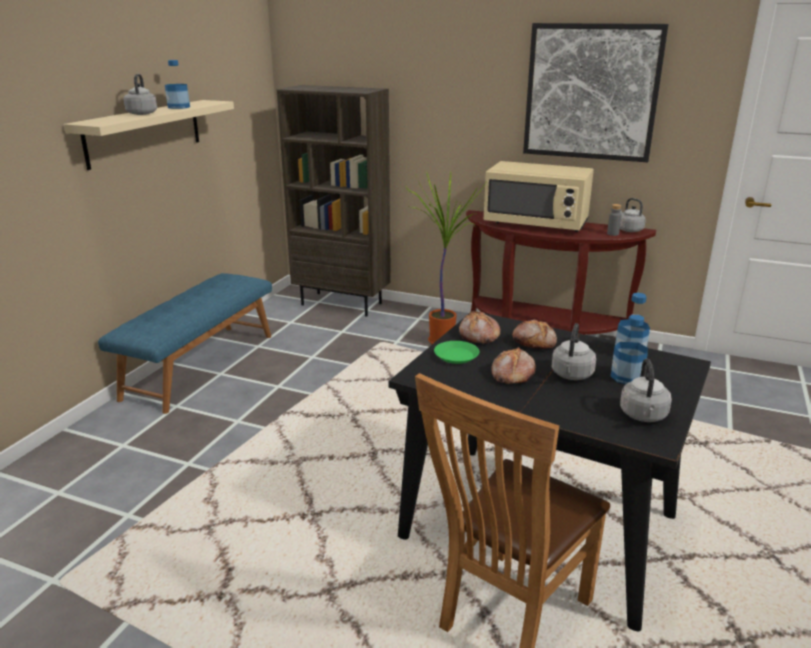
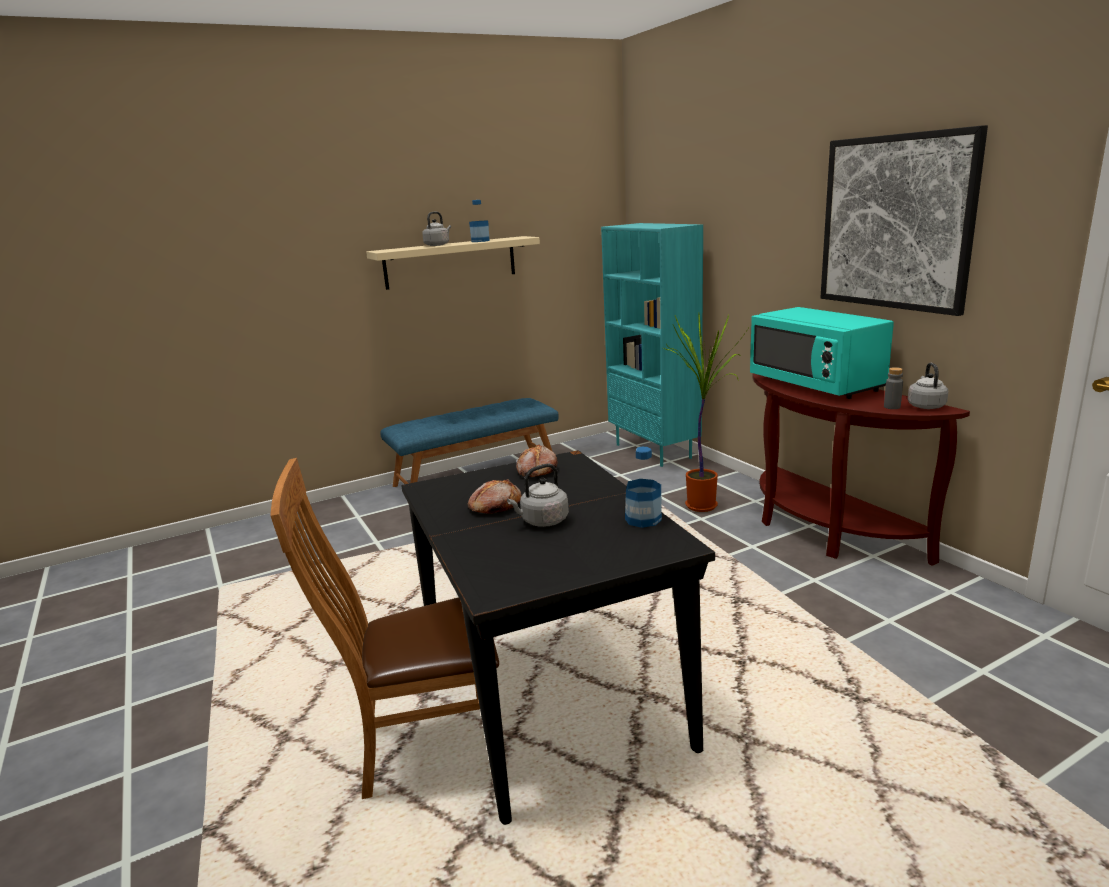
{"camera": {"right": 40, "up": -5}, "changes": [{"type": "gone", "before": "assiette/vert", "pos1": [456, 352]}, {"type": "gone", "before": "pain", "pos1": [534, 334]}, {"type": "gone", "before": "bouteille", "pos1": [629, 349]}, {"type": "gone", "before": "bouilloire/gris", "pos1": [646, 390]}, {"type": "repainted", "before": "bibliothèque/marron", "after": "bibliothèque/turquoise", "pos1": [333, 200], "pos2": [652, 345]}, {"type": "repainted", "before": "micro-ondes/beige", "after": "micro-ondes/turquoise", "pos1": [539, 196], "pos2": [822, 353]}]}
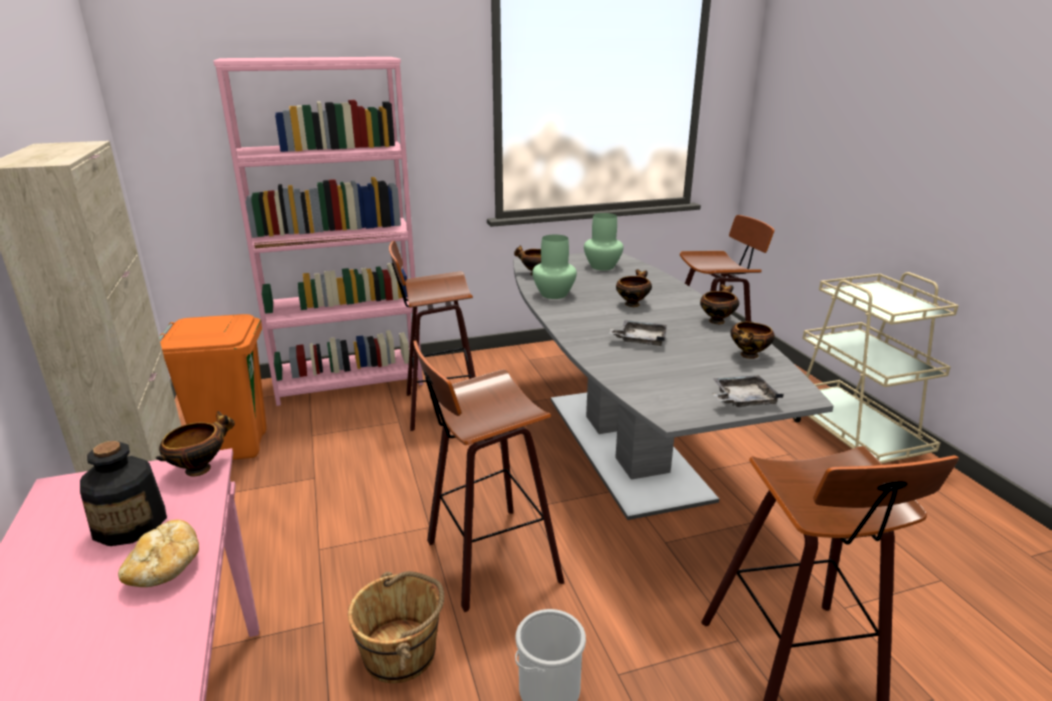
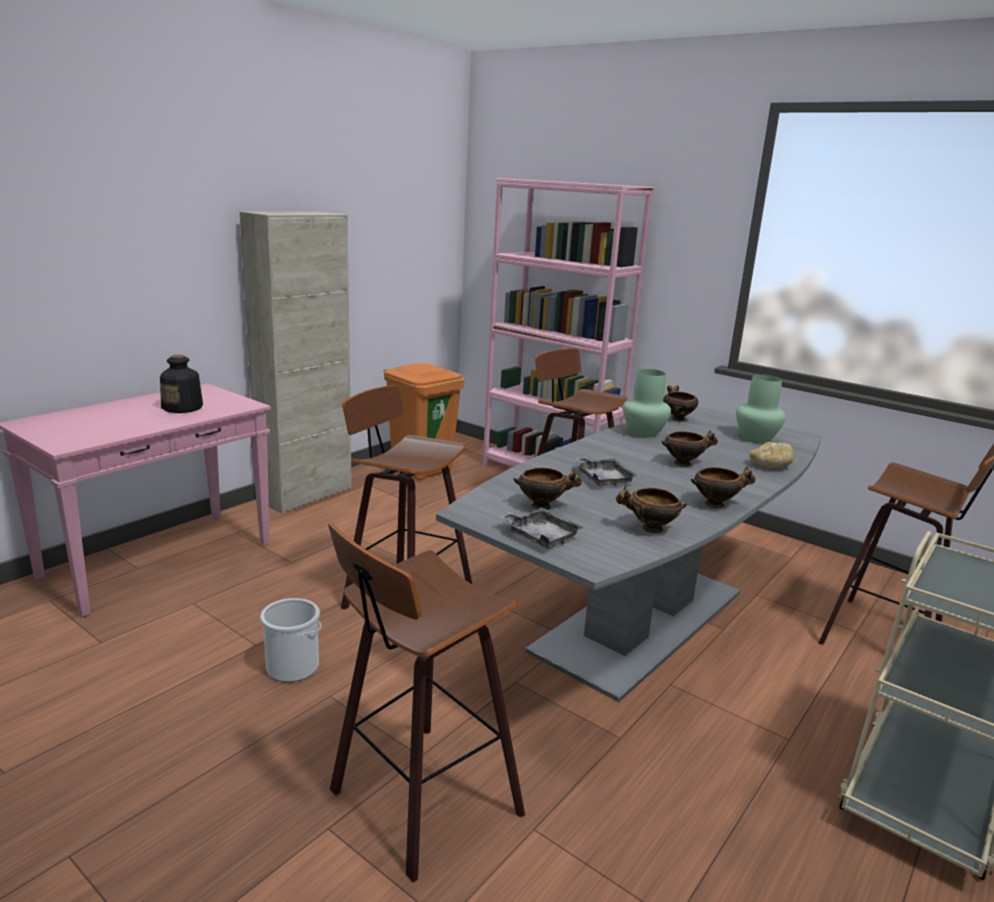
{"camera": {"right": 55, "up": -5}, "changes": [{"type": "gone", "before": "seau/marron", "pos1": [396, 627]}, {"type": "shifted", "before": "pain", "pos1": [158, 553], "pos2": [771, 455]}, {"type": "shifted", "before": "bol", "pos1": [195, 444], "pos2": [548, 489]}]}
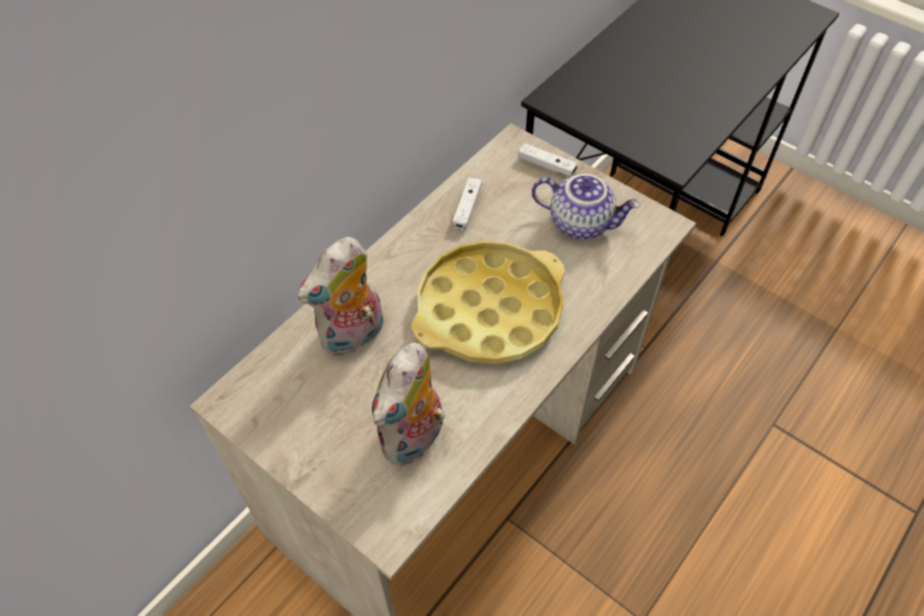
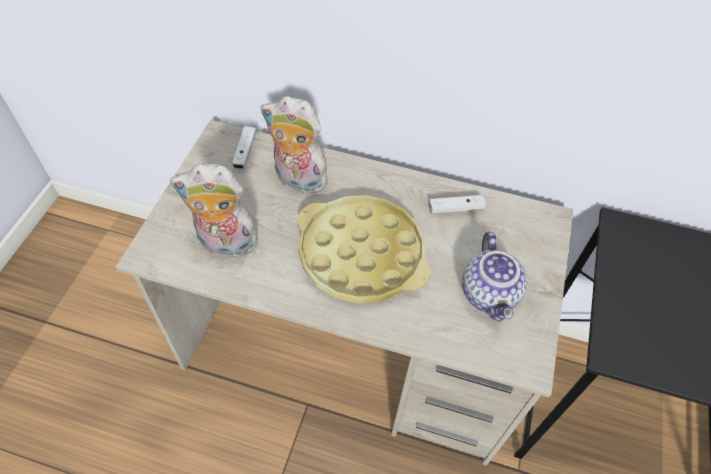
{"camera": {"right": 65, "up": 0}, "changes": [{"type": "shifted", "before": "manette/blanc", "pos1": [547, 160], "pos2": [244, 147]}]}
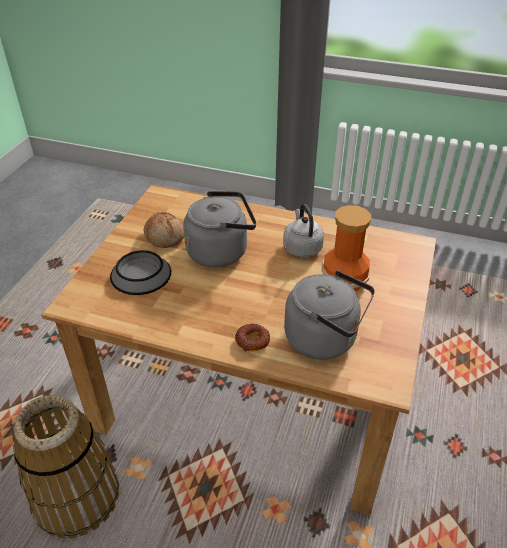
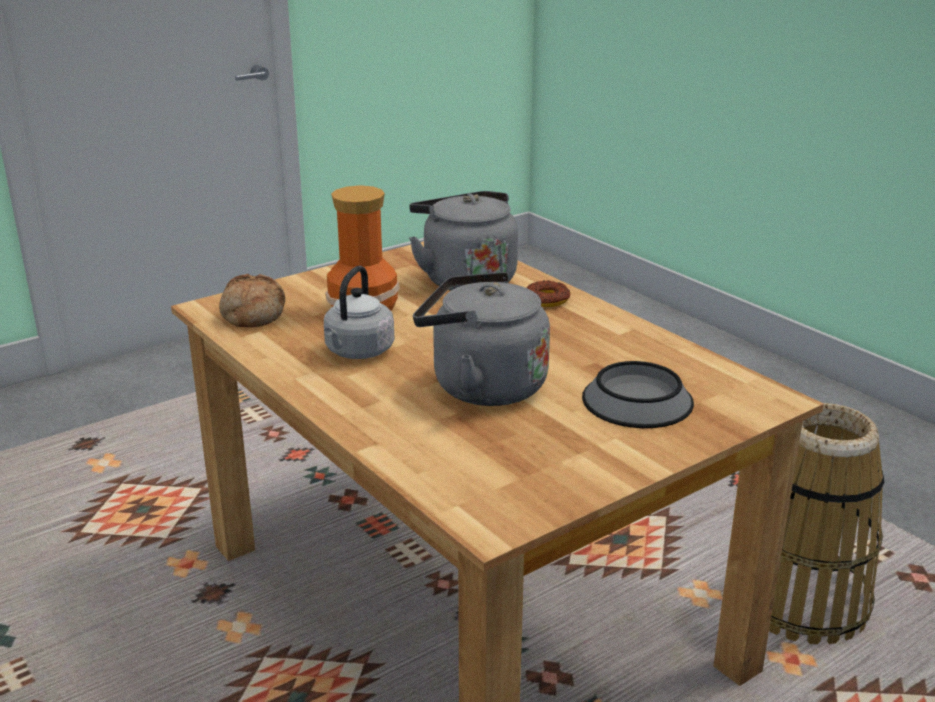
{"camera": {"right": -145, "up": -15}, "changes": [{"type": "shifted", "before": "pain", "pos1": [164, 230], "pos2": [252, 301]}]}
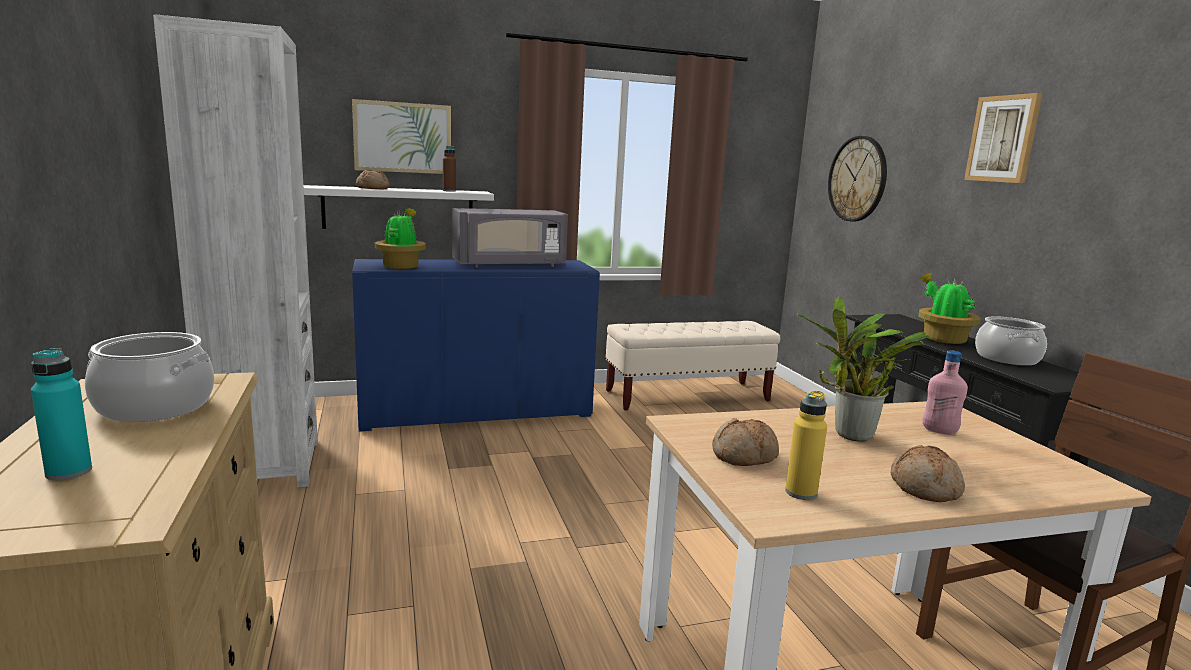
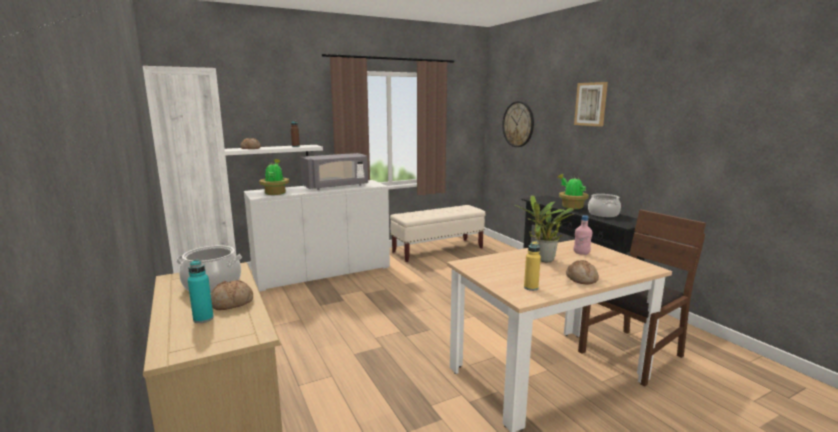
{"camera": {"right": -10, "up": 0}, "changes": [{"type": "gone", "before": "tableau", "pos1": [401, 136]}, {"type": "shifted", "before": "pain", "pos1": [745, 442], "pos2": [232, 295]}, {"type": "repainted", "before": "meuble de rangement/bleu", "after": "meuble de rangement/blanc", "pos1": [476, 345], "pos2": [317, 236]}]}
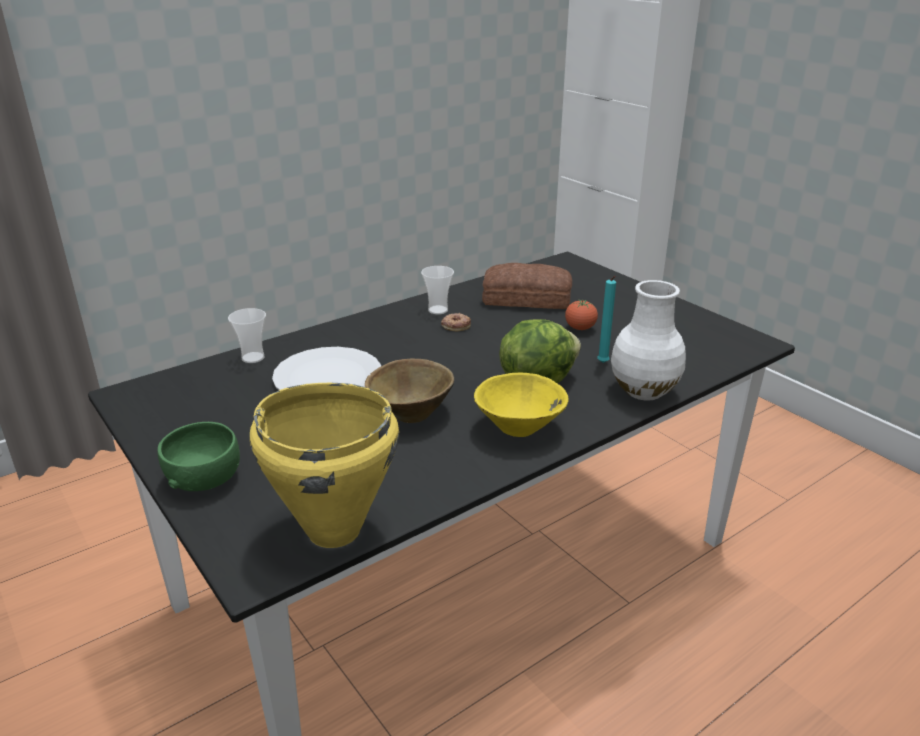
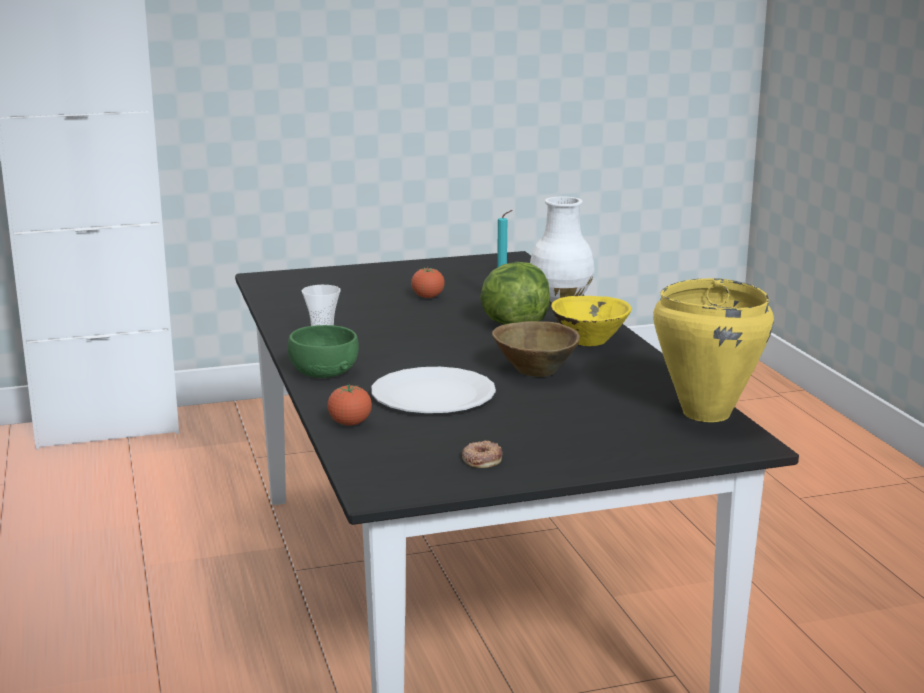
{"camera": {"right": -70, "up": -10}, "changes": [{"type": "gone", "before": "pain", "pos1": [527, 286]}, {"type": "shifted", "before": "bol/vert", "pos1": [198, 456], "pos2": [323, 351]}, {"type": "shifted", "before": "beignet", "pos1": [456, 322], "pos2": [482, 454]}, {"type": "swapped", "before": "tasse", "after": "tomate", "pos1": [247, 335], "pos2": [349, 405]}]}
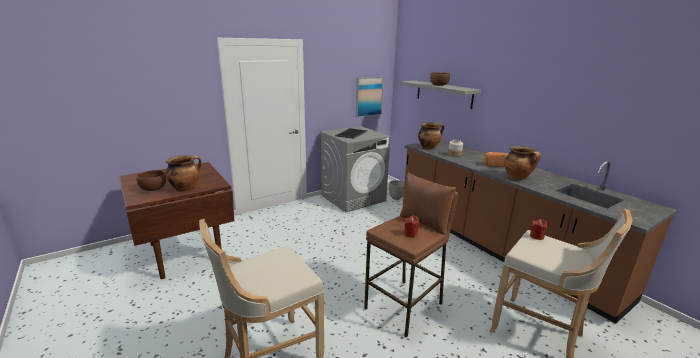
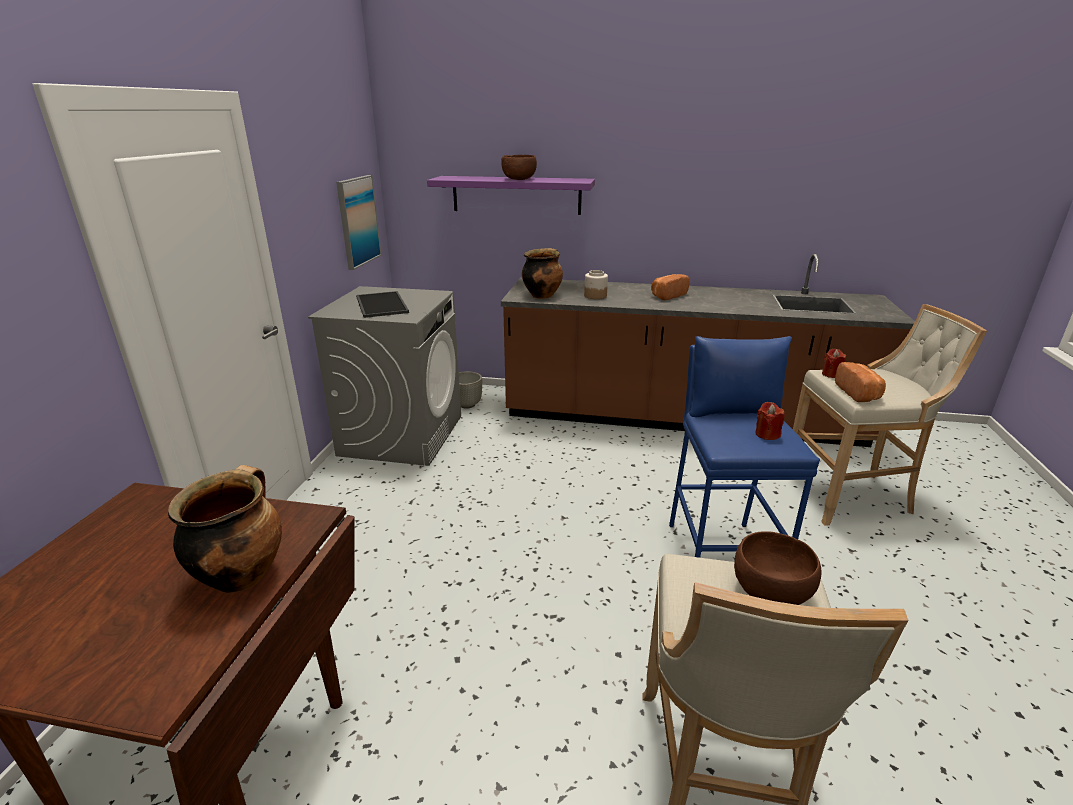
{"camera": {"right": -45, "up": 5}, "changes": [{"type": "gone", "before": "marmite", "pos1": [522, 163]}, {"type": "new", "after": "pain", "pos2": [860, 382]}, {"type": "shifted", "before": "bol/marron", "pos1": [151, 180], "pos2": [777, 568]}, {"type": "repainted", "before": "tabouret/marron", "after": "tabouret/bleu", "pos1": [411, 255], "pos2": [744, 447]}, {"type": "repainted", "before": "étagère/gris", "after": "étagère/violet", "pos1": [440, 94], "pos2": [511, 195]}]}
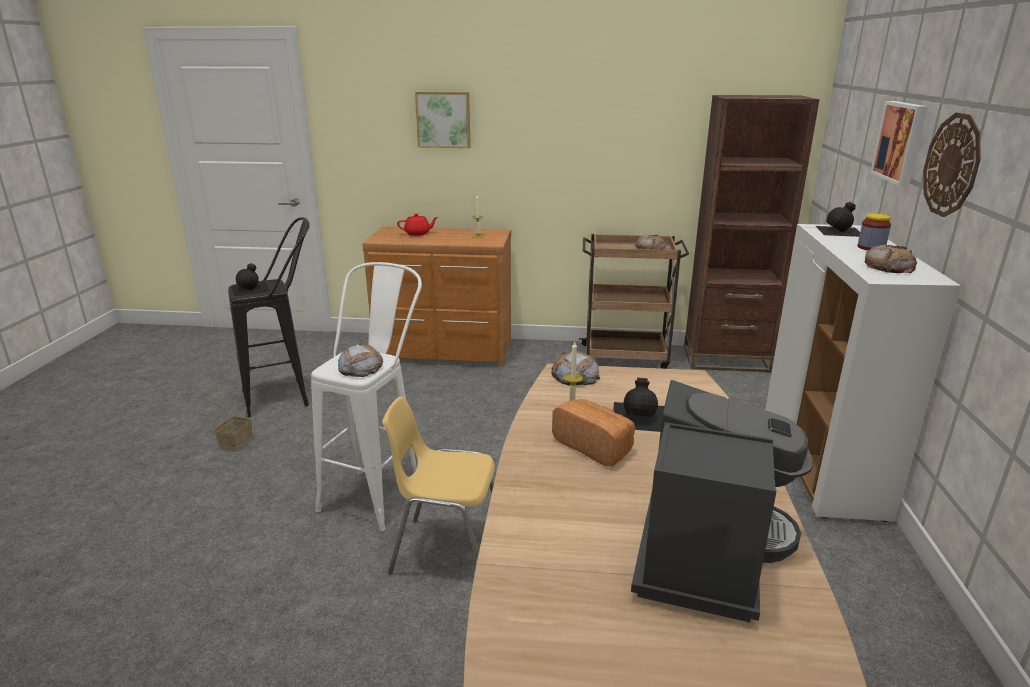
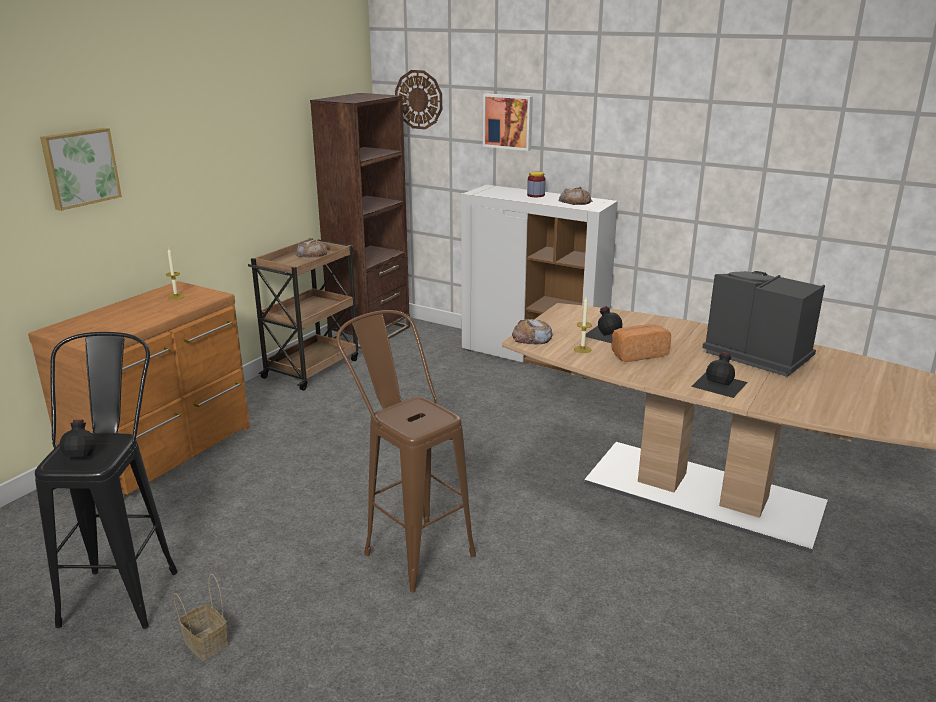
{"camera": {"right": -65, "up": 0}, "changes": [{"type": "gone", "before": "pain", "pos1": [361, 360]}, {"type": "gone", "before": "chaise/jaune", "pos1": [438, 485]}, {"type": "gone", "before": "théière/rouge", "pos1": [417, 225]}, {"type": "shifted", "before": "bouteille/noir", "pos1": [838, 219], "pos2": [719, 375]}, {"type": "shifted", "before": "horloge murale", "pos1": [952, 165], "pos2": [418, 99]}, {"type": "repainted", "before": "tabouret/blanc", "after": "tabouret/marron", "pos1": [366, 396], "pos2": [406, 451]}]}
